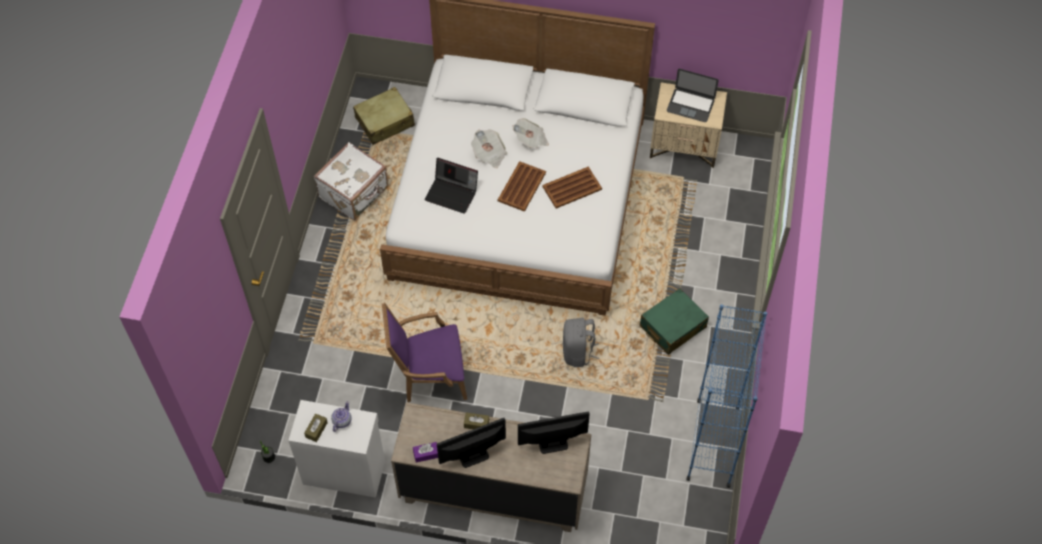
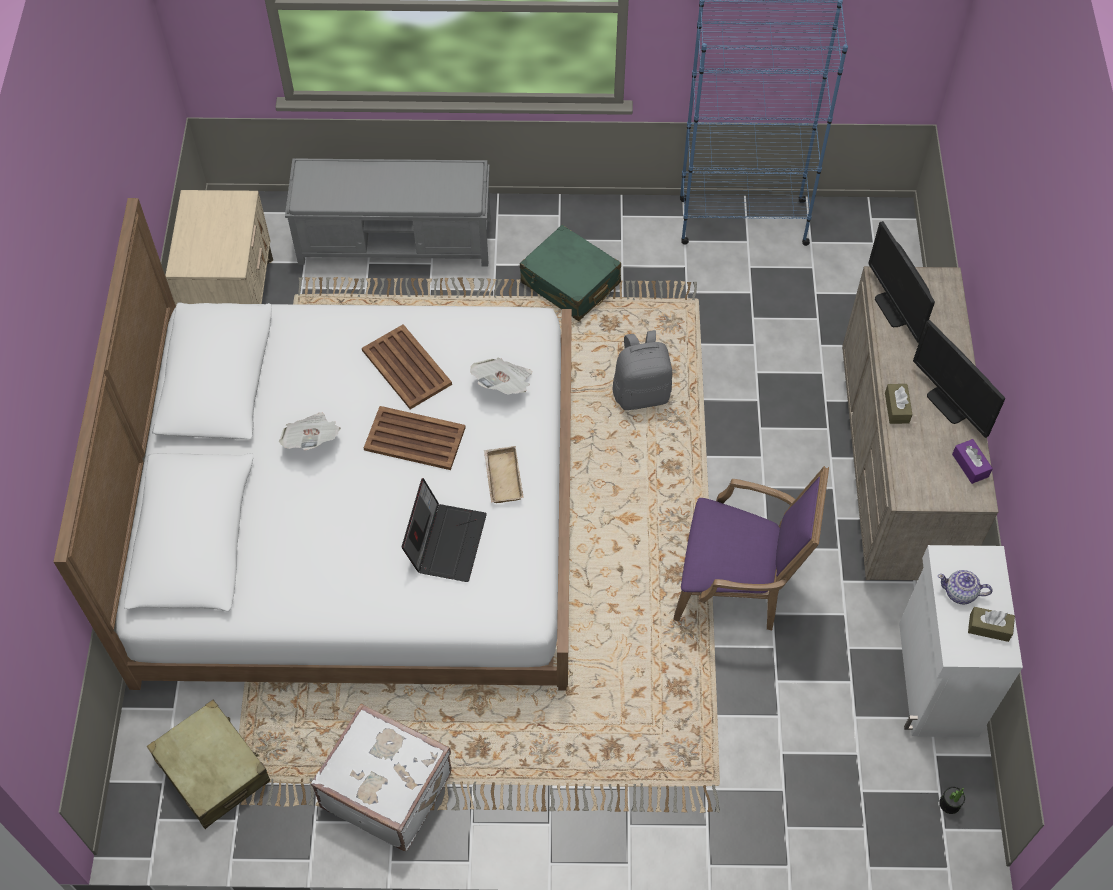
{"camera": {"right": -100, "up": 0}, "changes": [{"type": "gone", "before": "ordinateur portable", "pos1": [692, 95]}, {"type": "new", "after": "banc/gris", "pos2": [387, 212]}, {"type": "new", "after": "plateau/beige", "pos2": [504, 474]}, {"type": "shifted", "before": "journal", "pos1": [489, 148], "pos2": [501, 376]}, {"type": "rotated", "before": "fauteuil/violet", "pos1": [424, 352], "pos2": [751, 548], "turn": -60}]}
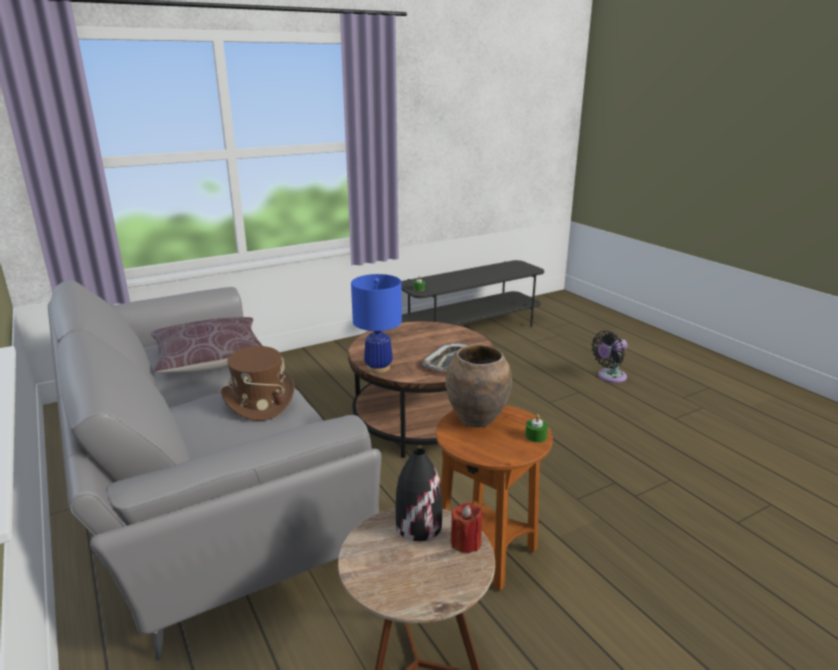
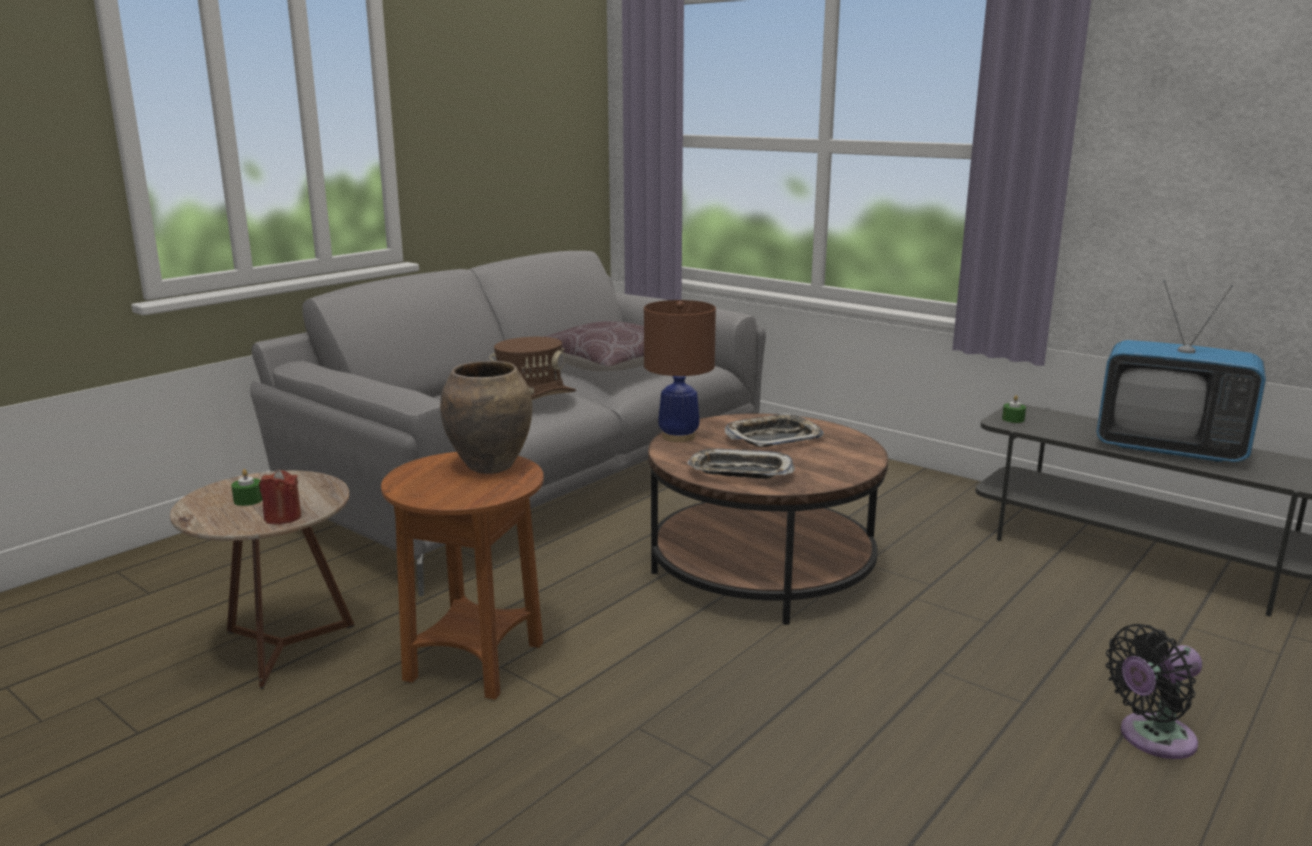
{"camera": {"right": 70, "up": -5}, "changes": [{"type": "gone", "before": "vase/noir", "pos1": [419, 494]}, {"type": "new", "after": "plateau", "pos2": [774, 430]}, {"type": "new", "after": "téléviseur", "pos2": [1181, 371]}, {"type": "shifted", "before": "bougie/vert", "pos1": [536, 428], "pos2": [246, 487]}, {"type": "repainted", "before": "lampe de table/bleu", "after": "lampe de table/marron", "pos1": [376, 323], "pos2": [680, 371]}, {"type": "rotated", "before": "ventilateur/noir", "pos1": [609, 357], "pos2": [1154, 691], "turn": -60}]}
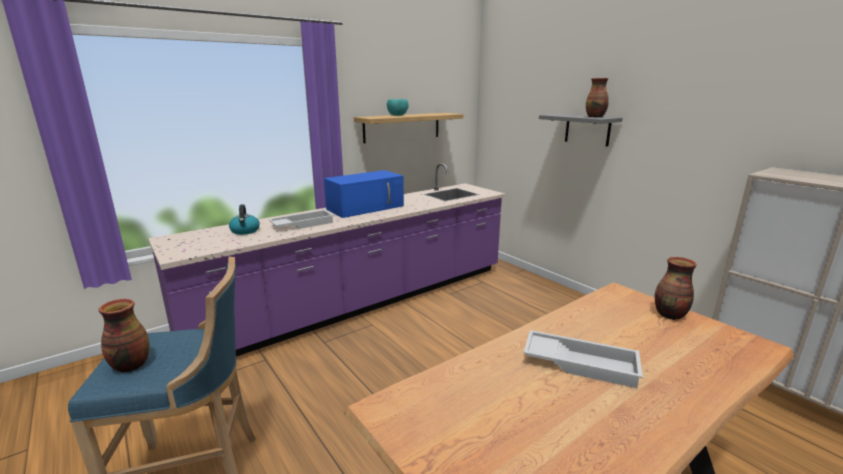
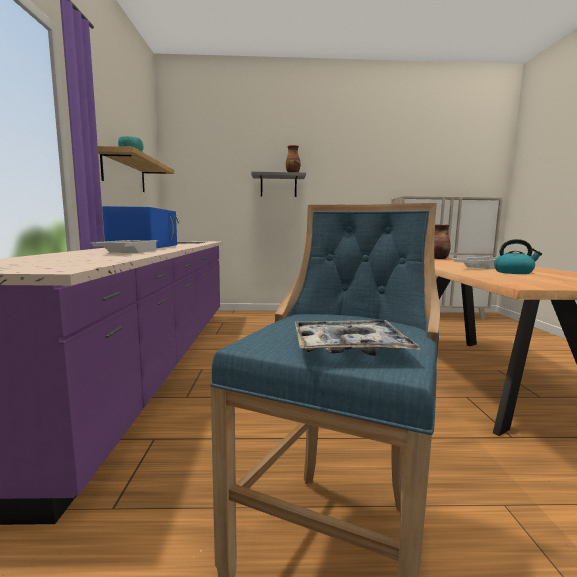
{"camera": {"right": -55, "up": -10}, "changes": [{"type": "shifted", "before": "bouilloire", "pos1": [244, 219], "pos2": [518, 256]}, {"type": "swapped", "before": "vase", "after": "plateau", "pos1": [124, 336], "pos2": [357, 338]}]}
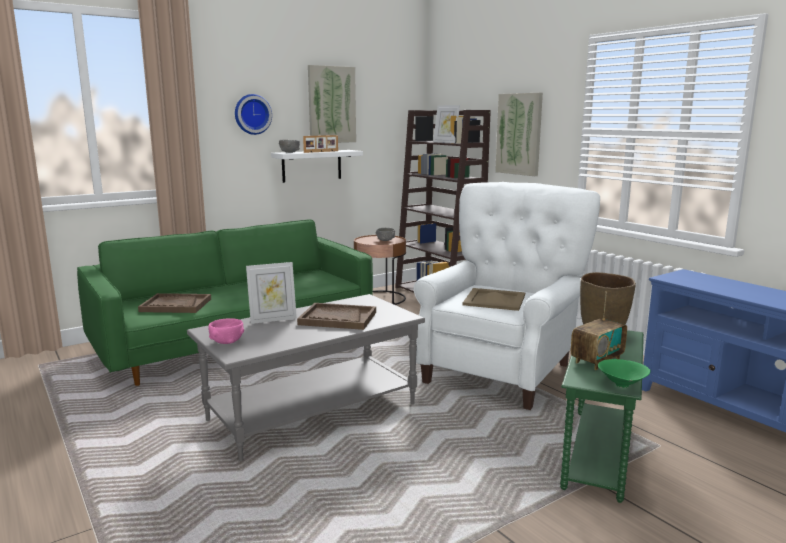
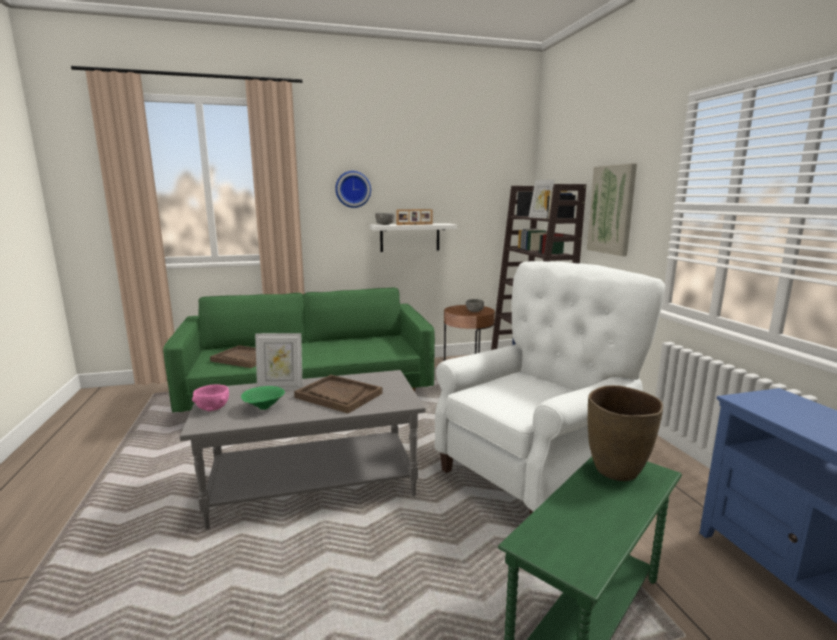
{"camera": {"right": 20, "up": 0}, "changes": [{"type": "gone", "before": "tableau", "pos1": [332, 104]}, {"type": "gone", "before": "plateau/beige", "pos1": [494, 299]}, {"type": "gone", "before": "radio", "pos1": [599, 330]}, {"type": "shifted", "before": "bol/vert", "pos1": [624, 373], "pos2": [263, 398]}]}
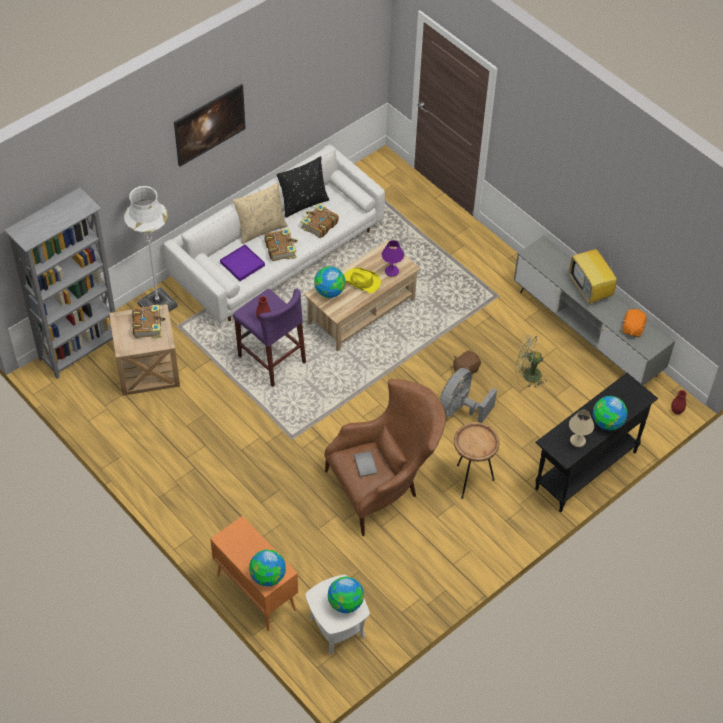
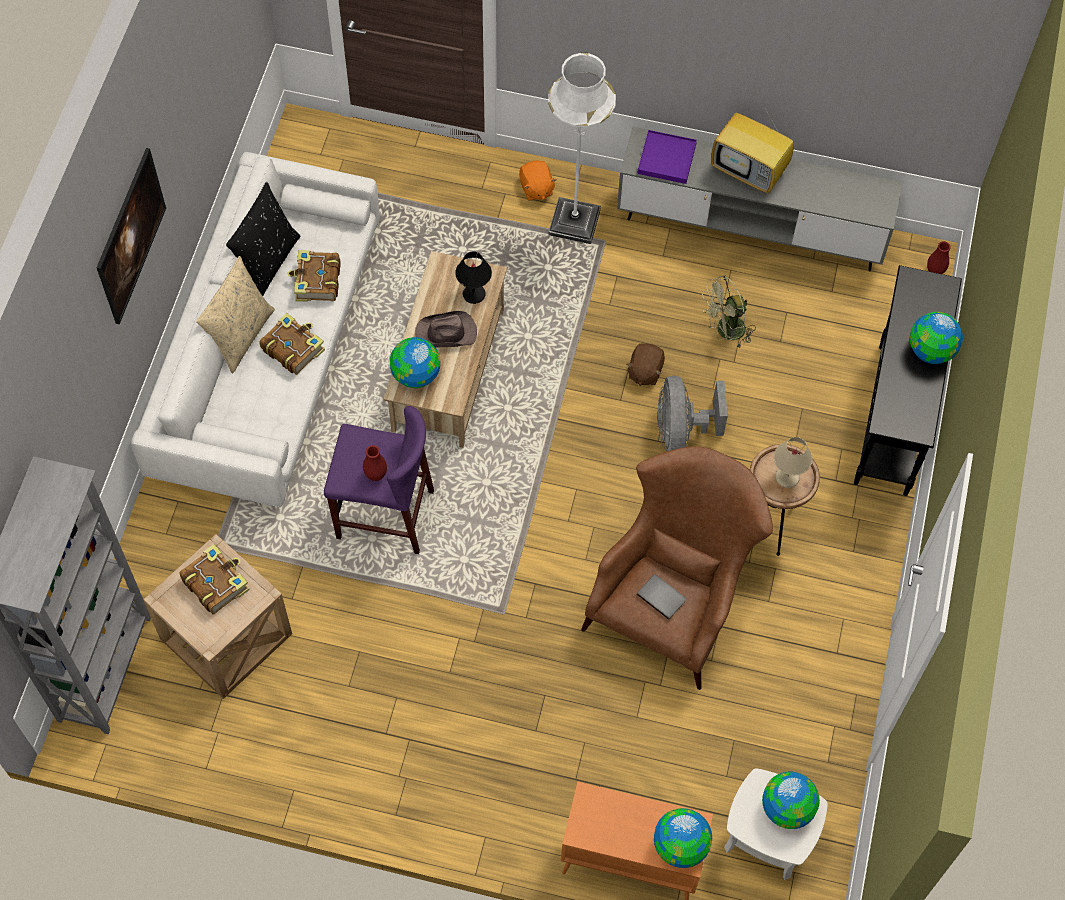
{"camera": {"right": -35, "up": 10}, "changes": [{"type": "shifted", "before": "lampadaire/blanc", "pos1": [151, 249], "pos2": [582, 148]}, {"type": "shifted", "before": "plateau/violet", "pos1": [242, 263], "pos2": [667, 157]}, {"type": "shifted", "before": "lampe de table/beige", "pos1": [581, 428], "pos2": [793, 462]}, {"type": "shifted", "before": "peluche/orange", "pos1": [634, 323], "pos2": [538, 180]}, {"type": "repainted", "before": "chapeau/jaune", "after": "chapeau/marron", "pos1": [362, 280], "pos2": [446, 329]}, {"type": "repainted", "before": "lampe de table/violet", "after": "lampe de table/noir", "pos1": [393, 258], "pos2": [473, 277]}]}
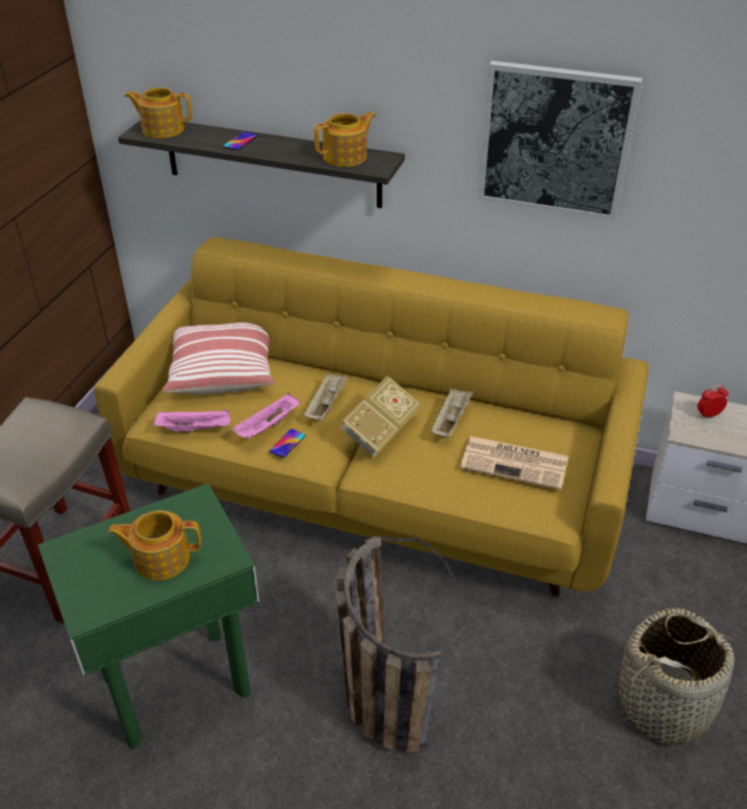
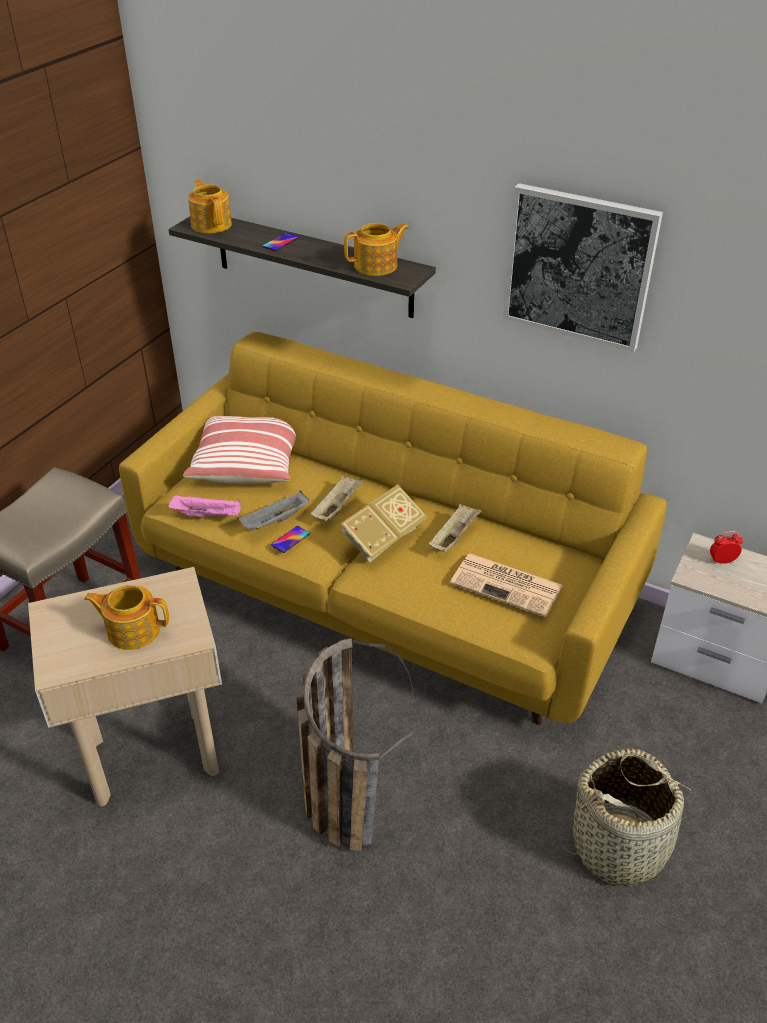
{"camera": {"right": 10, "up": 0}, "changes": [{"type": "repainted", "before": "table d'appoint/vert", "after": "table d'appoint/beige", "pos1": [149, 615], "pos2": [125, 686]}, {"type": "repainted", "before": "plateau/rose", "after": "plateau/gris", "pos1": [266, 416], "pos2": [274, 511]}, {"type": "rotated", "before": "théière", "pos1": [158, 113], "pos2": [210, 206], "turn": 45}]}
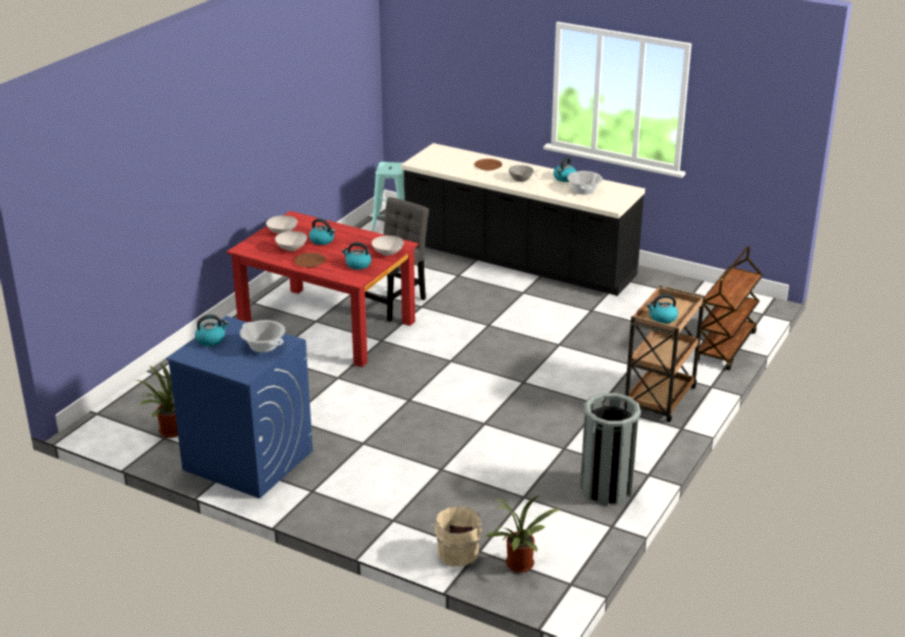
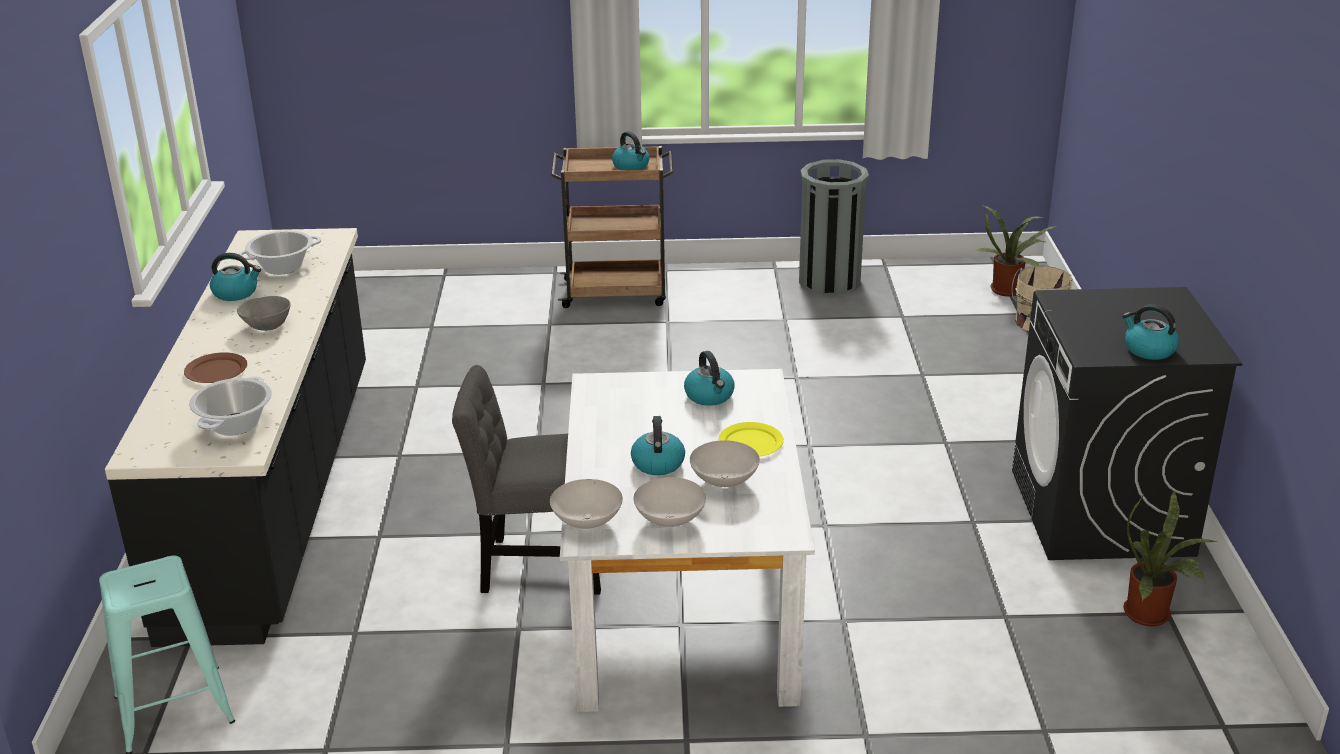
{"camera": {"right": -120, "up": 0}, "changes": [{"type": "gone", "before": "chariot/marron", "pos1": [730, 308]}, {"type": "shifted", "before": "marmite", "pos1": [262, 336], "pos2": [230, 406]}, {"type": "shifted", "before": "bol/blanc", "pos1": [388, 245], "pos2": [586, 504]}, {"type": "repainted", "before": "lave-linge/bleu", "after": "lave-linge/noir", "pos1": [239, 407], "pos2": [1127, 423]}, {"type": "repainted", "before": "table à manger/rouge", "after": "table à manger/blanc", "pos1": [322, 289], "pos2": [687, 540]}, {"type": "repainted", "before": "assiette/marron", "after": "assiette/jaune", "pos1": [310, 260], "pos2": [751, 439]}]}
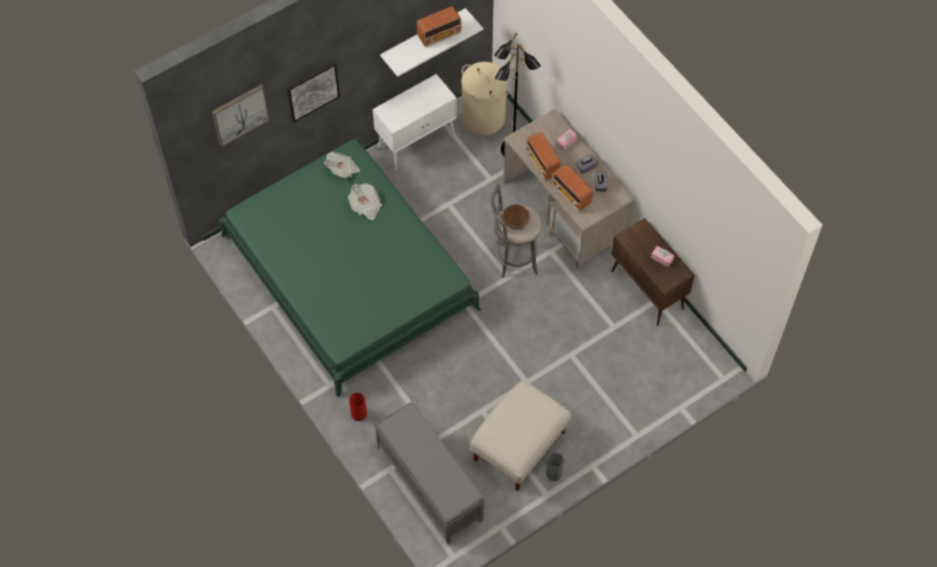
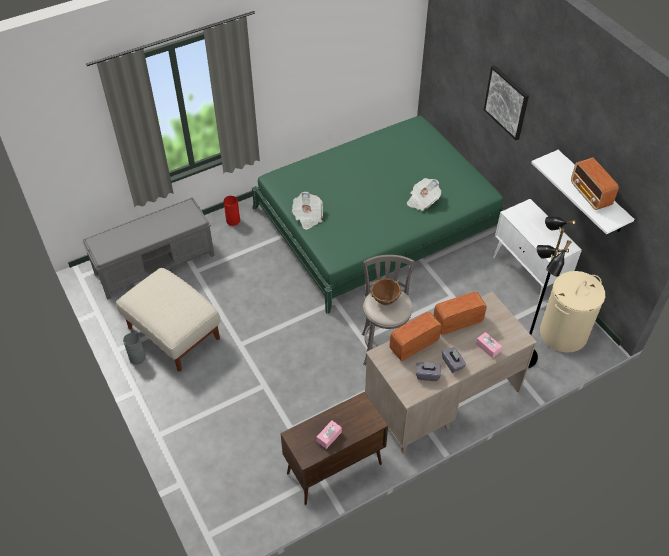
{"camera": {"right": 95, "up": -10}, "changes": [{"type": "gone", "before": "tableau", "pos1": [241, 115]}, {"type": "shifted", "before": "journal", "pos1": [342, 165], "pos2": [307, 211]}]}
